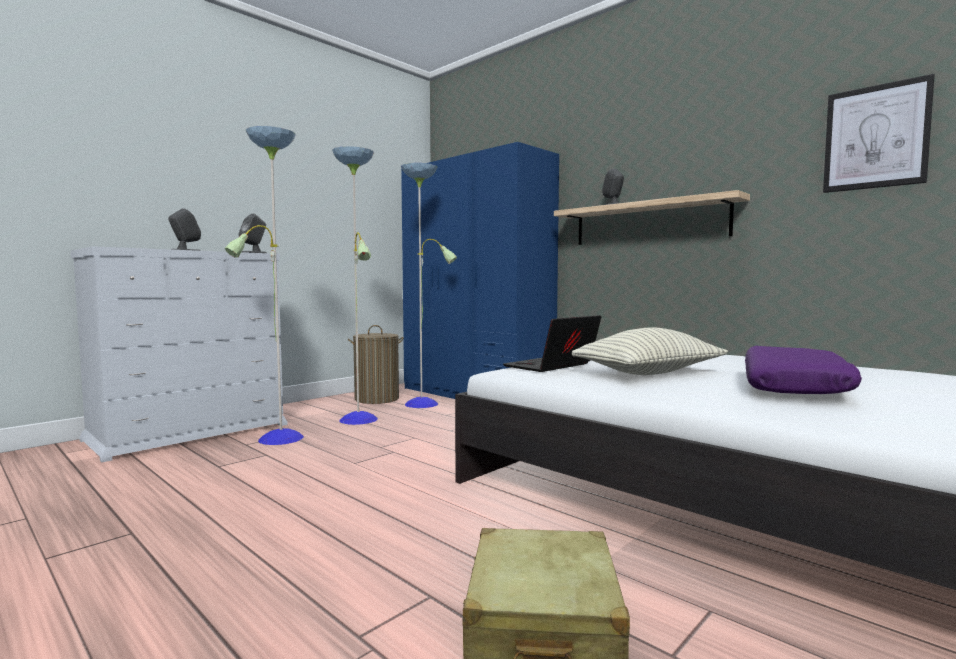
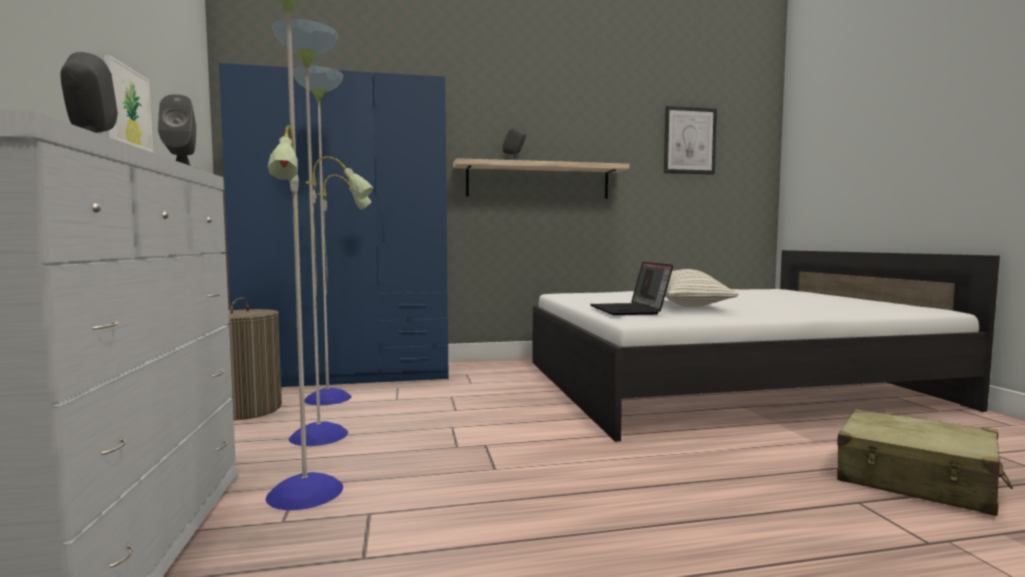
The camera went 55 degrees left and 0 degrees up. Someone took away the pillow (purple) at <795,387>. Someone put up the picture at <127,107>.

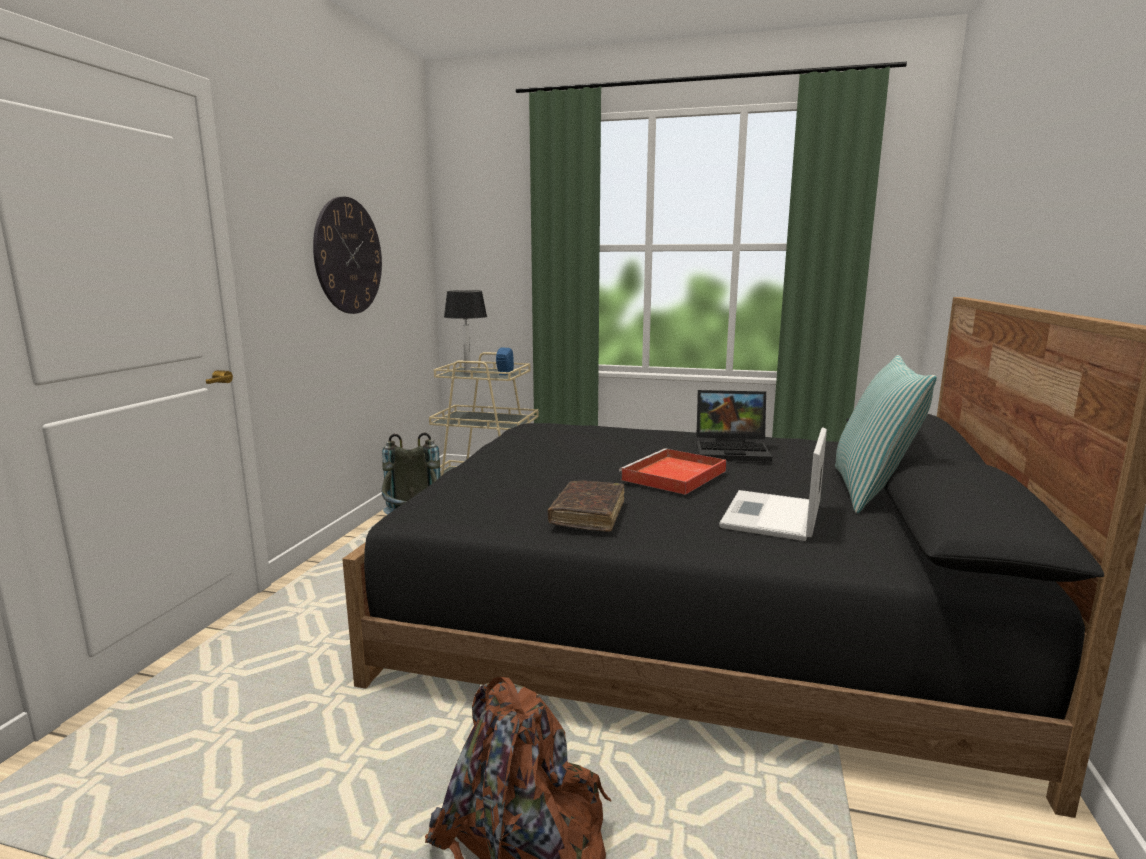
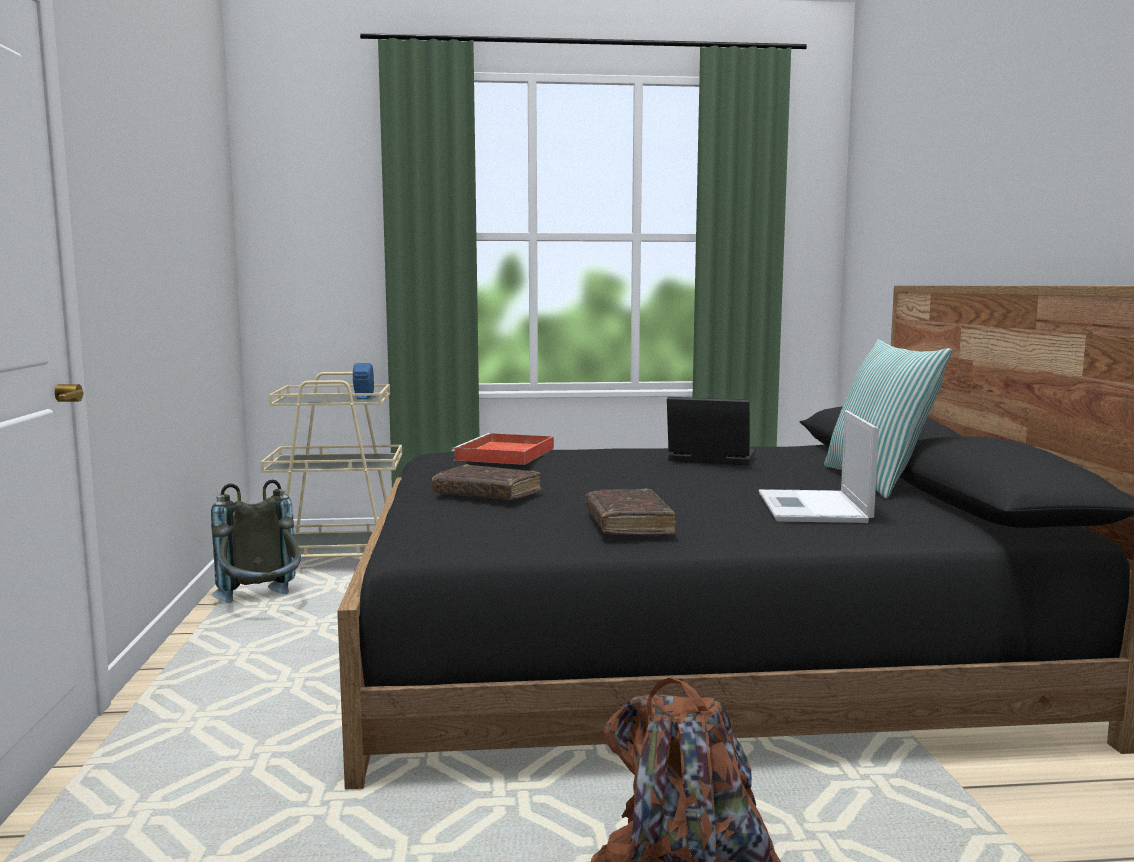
The camera went 20 degrees left and 5 degrees down. Someone took away the wall clock at <348,256>. Someone took away the table lamp at <468,373>. Someone carried the tray (red) from <673,476> to <505,454>. Someone rotated the laptop at <733,450> by 150 degrees counterclockwise. Someone put down the book (brown) at <487,494>.

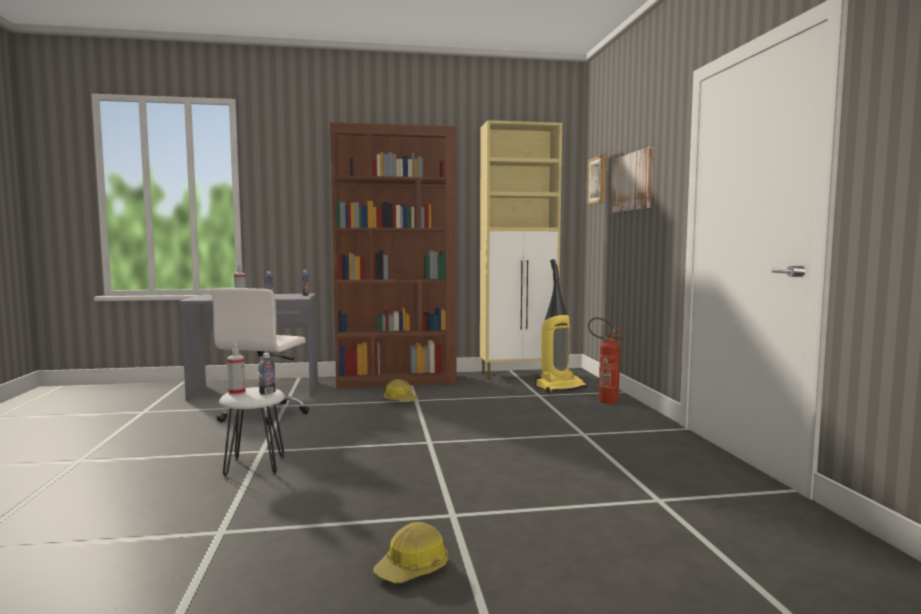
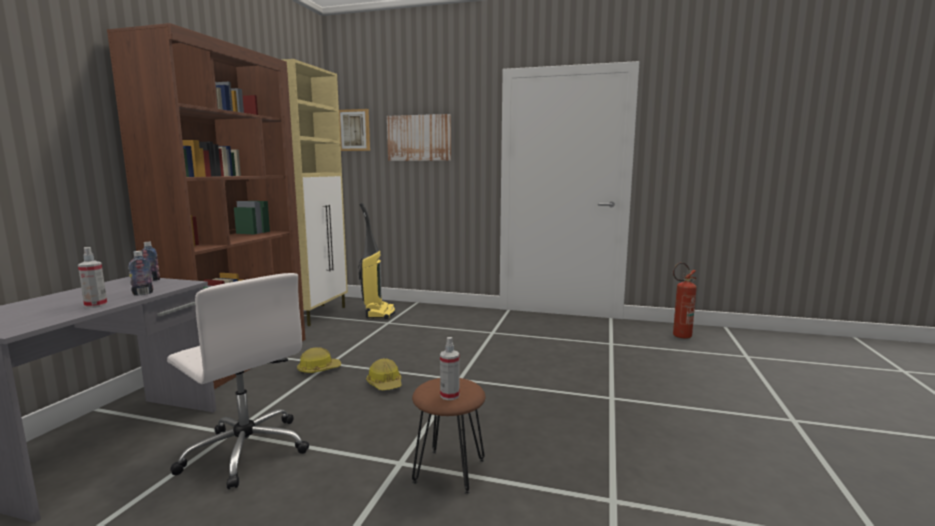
The camera went 65 degrees left and 5 degrees up. Someone repainted the stool (white) at <255,466>, which became the stool (brown) at <448,470>. Someone took away the bottle at <267,393>. Someone carried the hard hat from <413,568> to <385,384>. Someone carried the fire extinguisher from <603,400> to <679,336>.

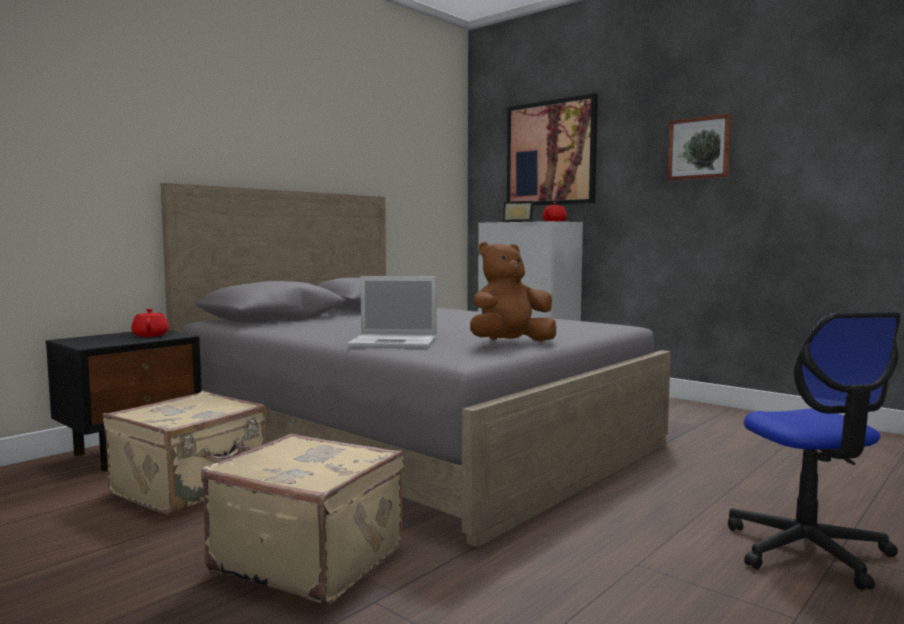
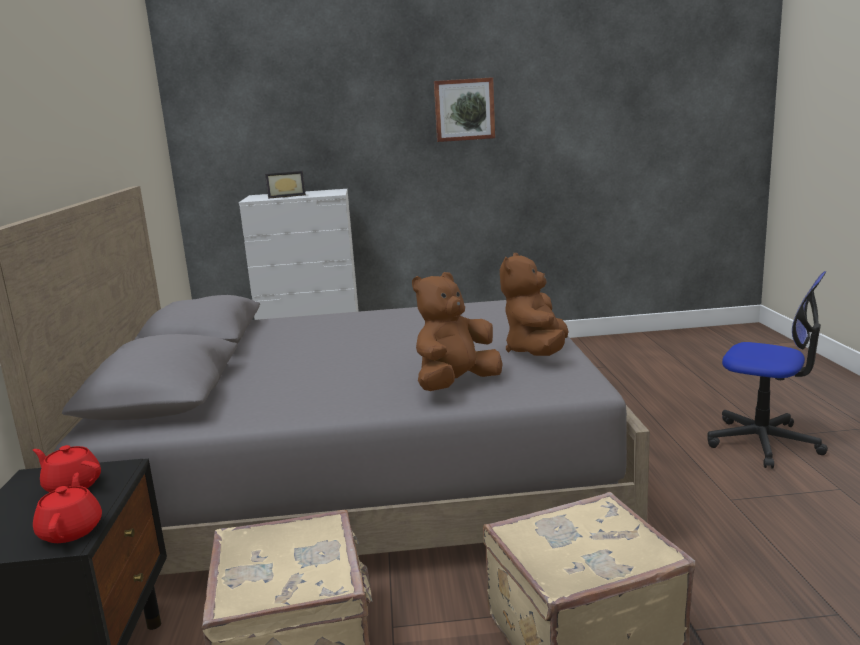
The camera went 45 degrees left and 10 degrees up. Someone swapped the laptop at <395,342> for the plush toy (brown) at <455,385>. Someone took away the picture at <551,153>. Someone carried the teapot (red) from <554,221> to <71,530>.

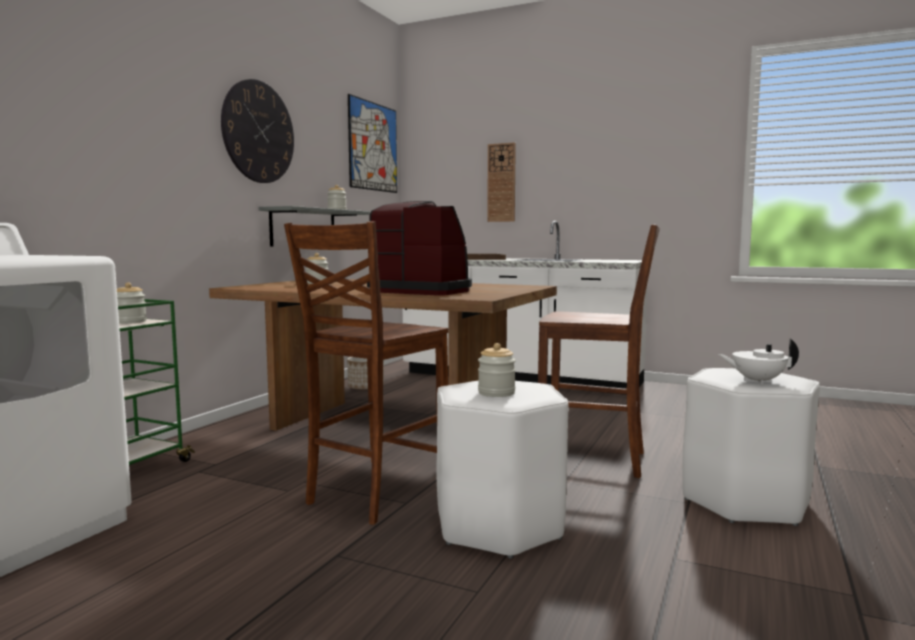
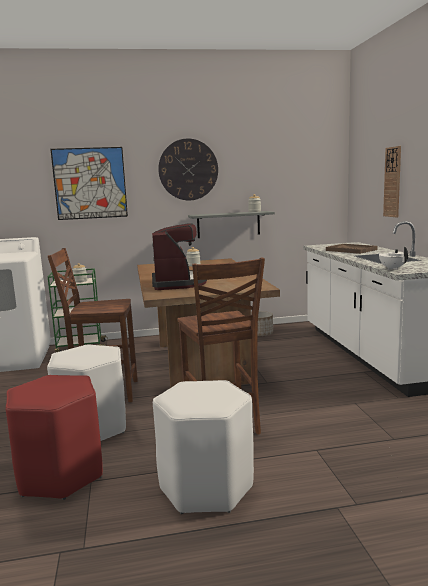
The camera went 55 degrees right and 5 degrees up. Someone carried the picture from <373,146> to <90,183>. Someone took away the jar at <496,393>. Someone carried the teapot (white) from <757,381> to <392,268>. Someone put down the stool (red) at <60,475>.

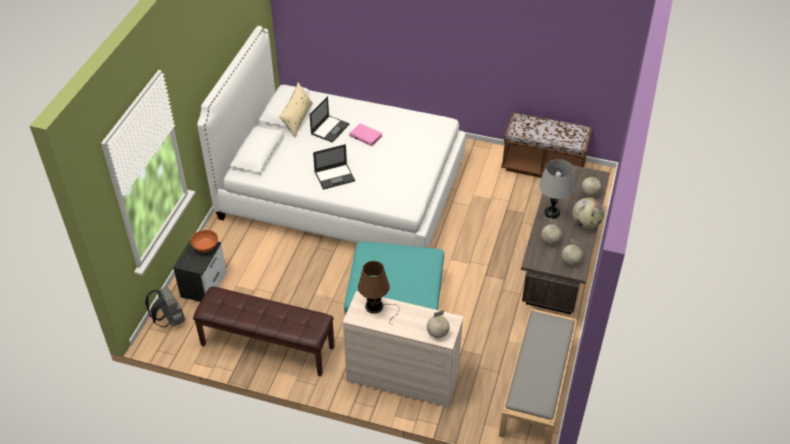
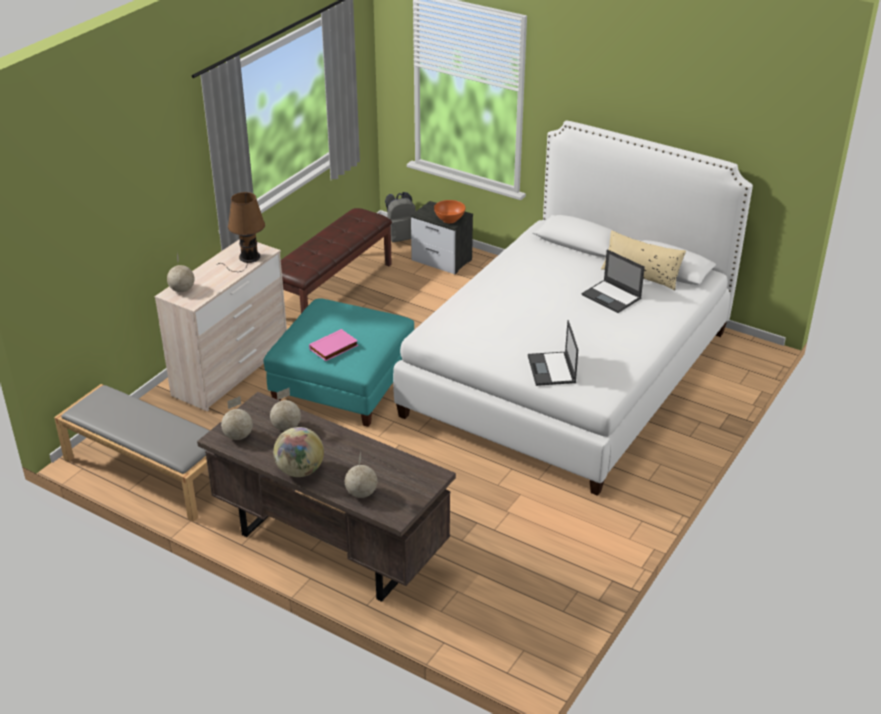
The camera went 105 degrees right and 10 degrees down. Someone carried the laptop from <335,176> to <552,369>. Someone carried the book (pink) from <366,136> to <334,348>. Someone took away the bench (brown) at <543,167>. Someone took away the table lamp (grey) at <552,213>.

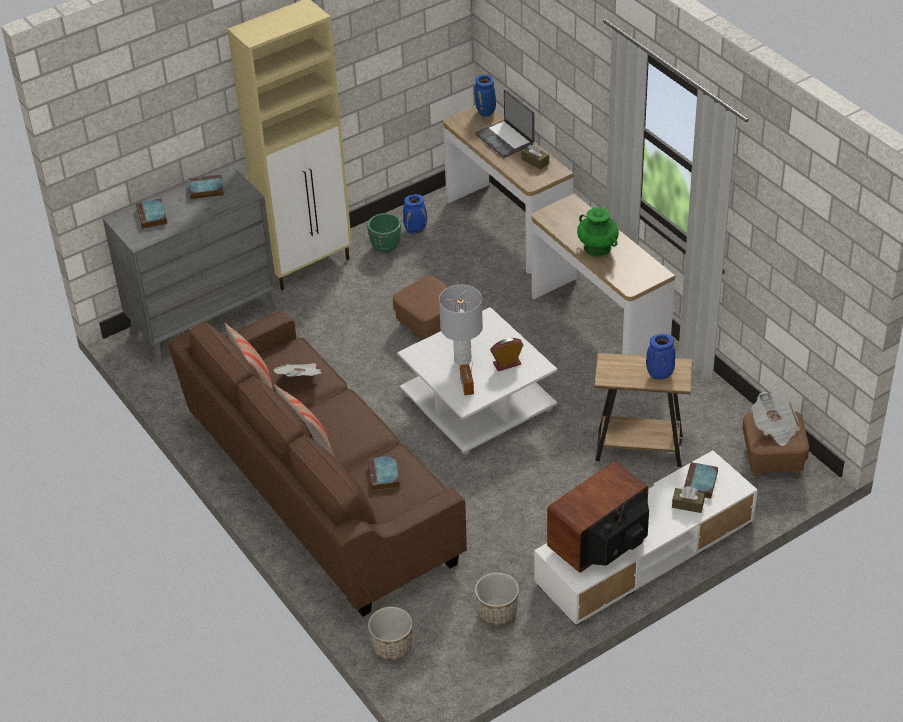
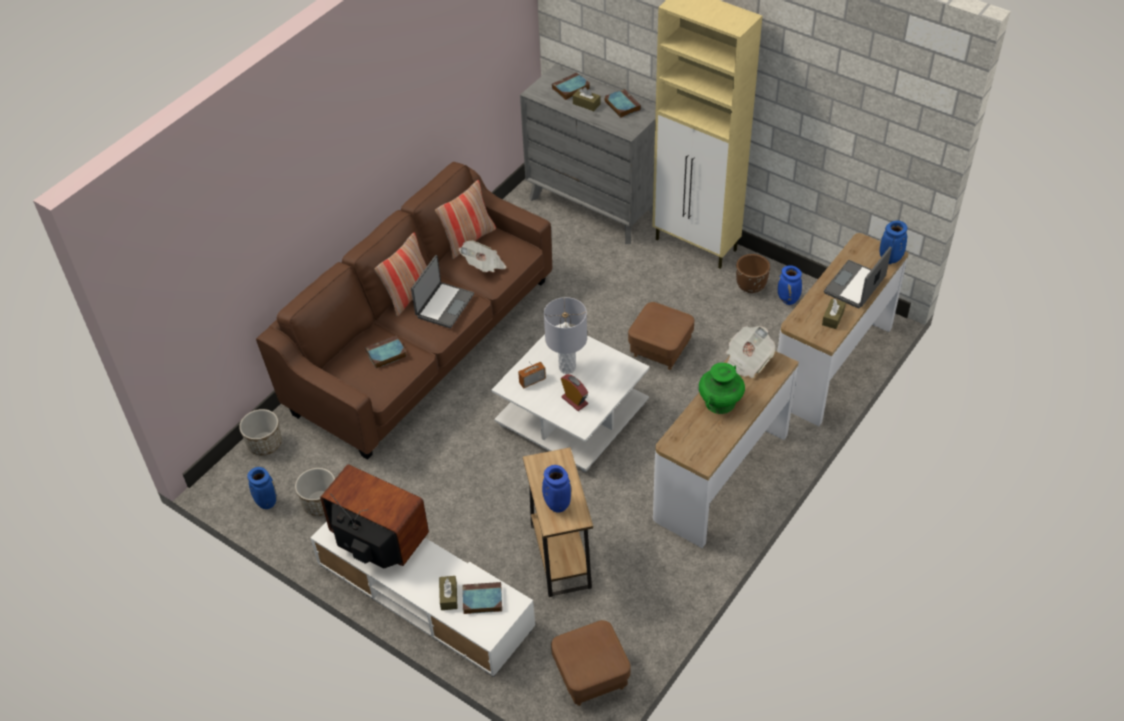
The camera went 70 degrees right and 5 degrees up. Someone repainted the planter (green) at <385,247>, which became the planter (brown) at <750,287>. Someone carried the newspaper from <774,428> to <746,361>. Someone put down the vase (blue) at <266,502>. Someone put down the laptop at <444,305>. Someone put down the tissue box (brown) at <586,104>.

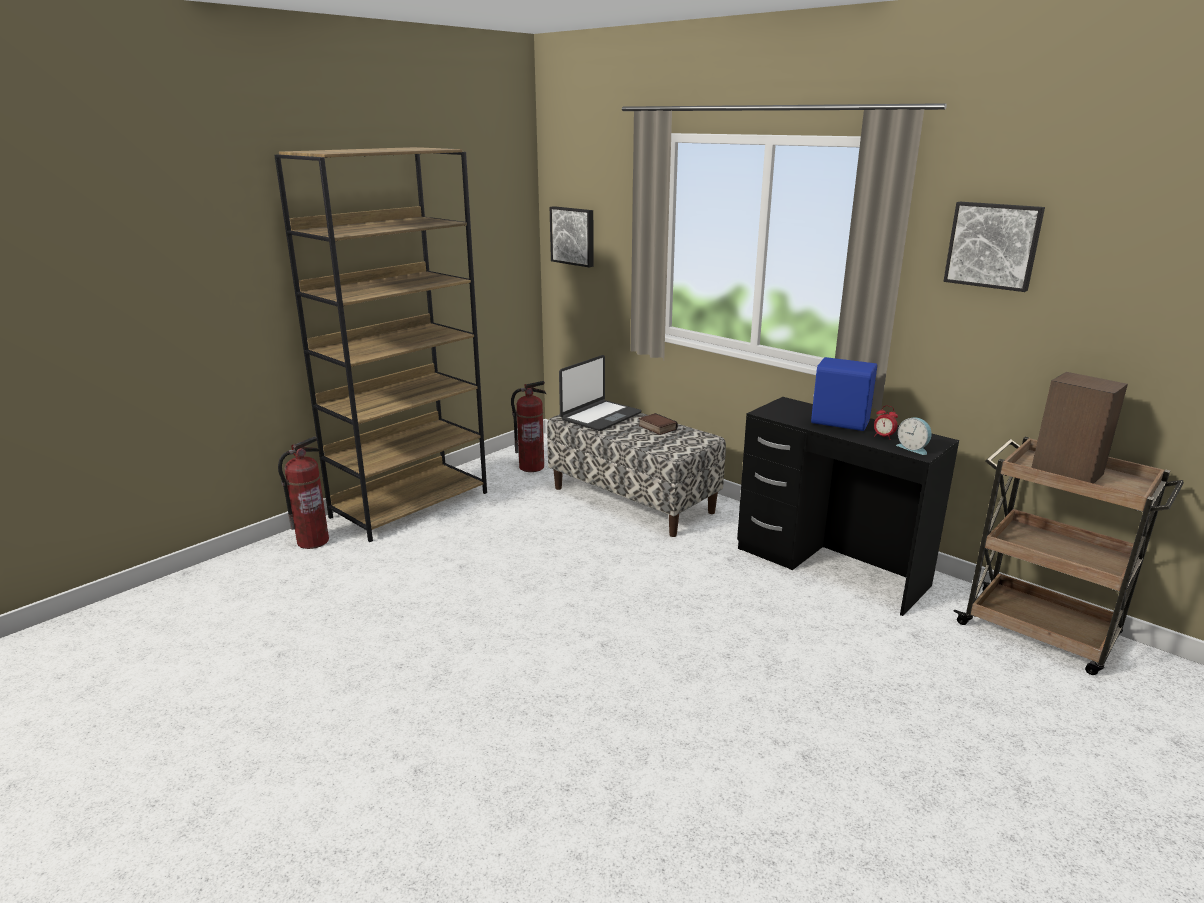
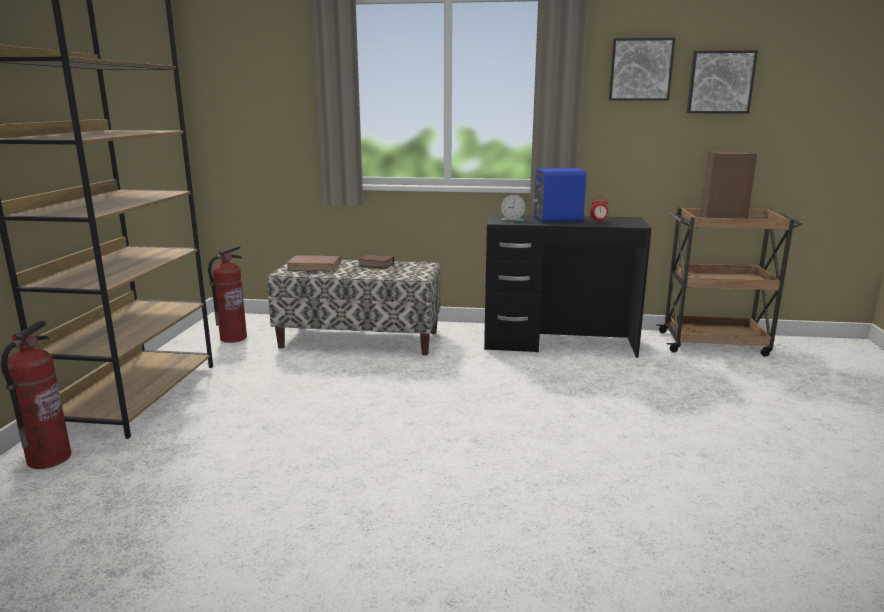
The camera went 35 degrees left and 5 degrees down. Someone carried the picture from <573,236> to <720,82>. Someone swapped the laptop at <600,416> for the book (brown) at <314,266>. Someone carried the alarm clock from <913,448> to <513,219>.

